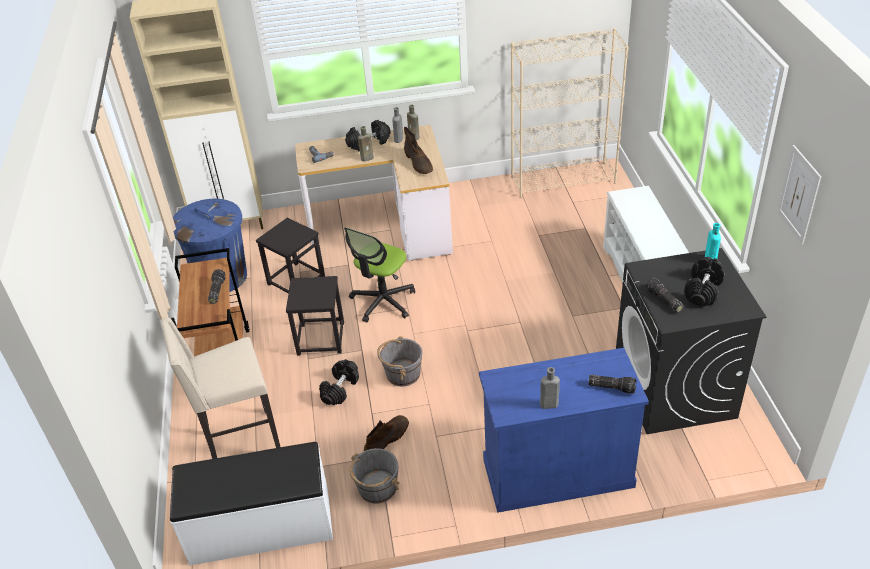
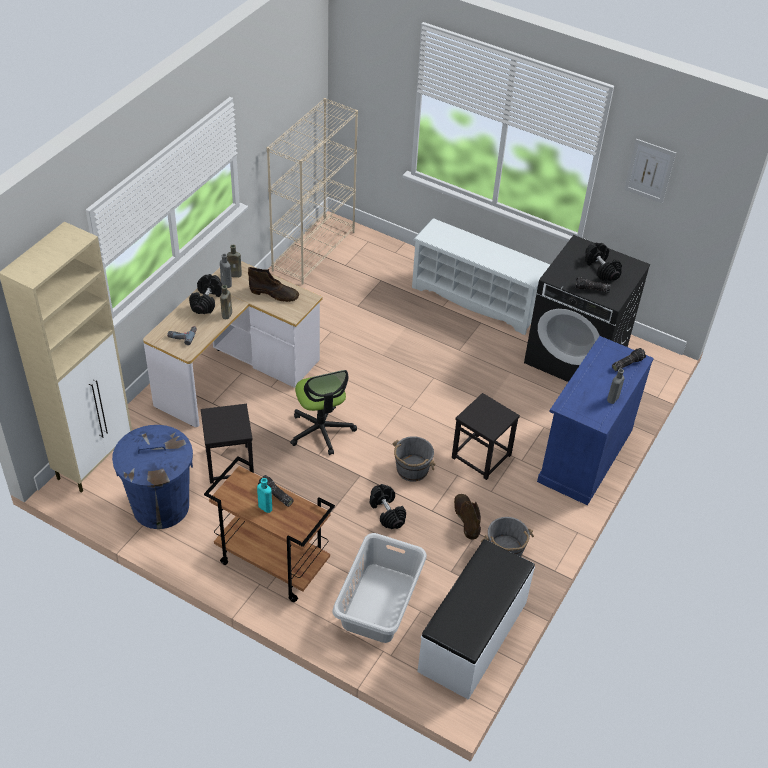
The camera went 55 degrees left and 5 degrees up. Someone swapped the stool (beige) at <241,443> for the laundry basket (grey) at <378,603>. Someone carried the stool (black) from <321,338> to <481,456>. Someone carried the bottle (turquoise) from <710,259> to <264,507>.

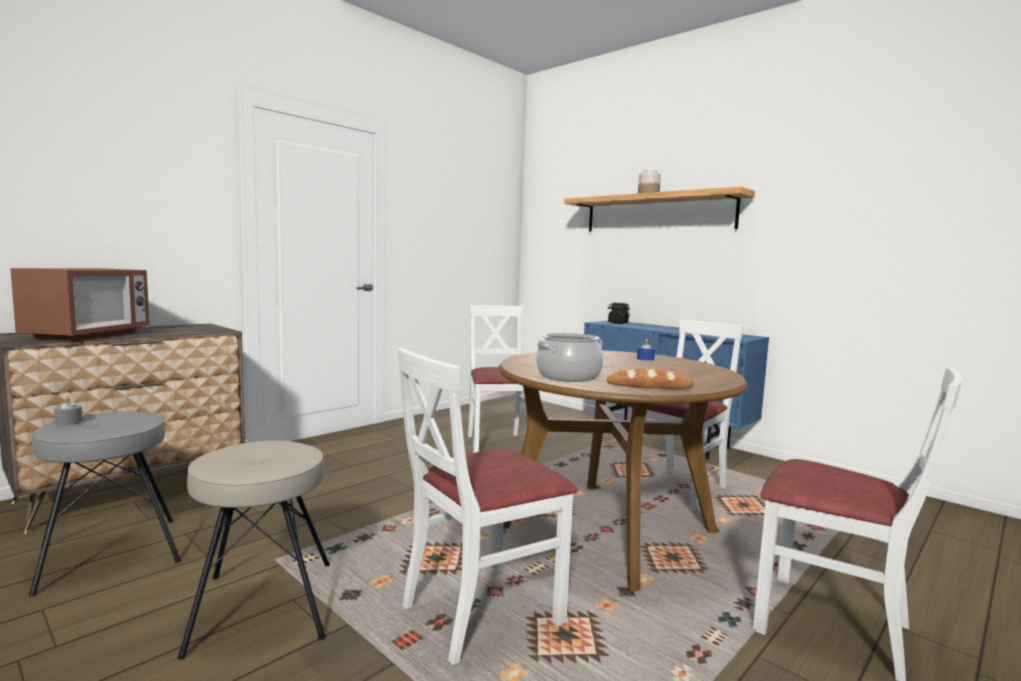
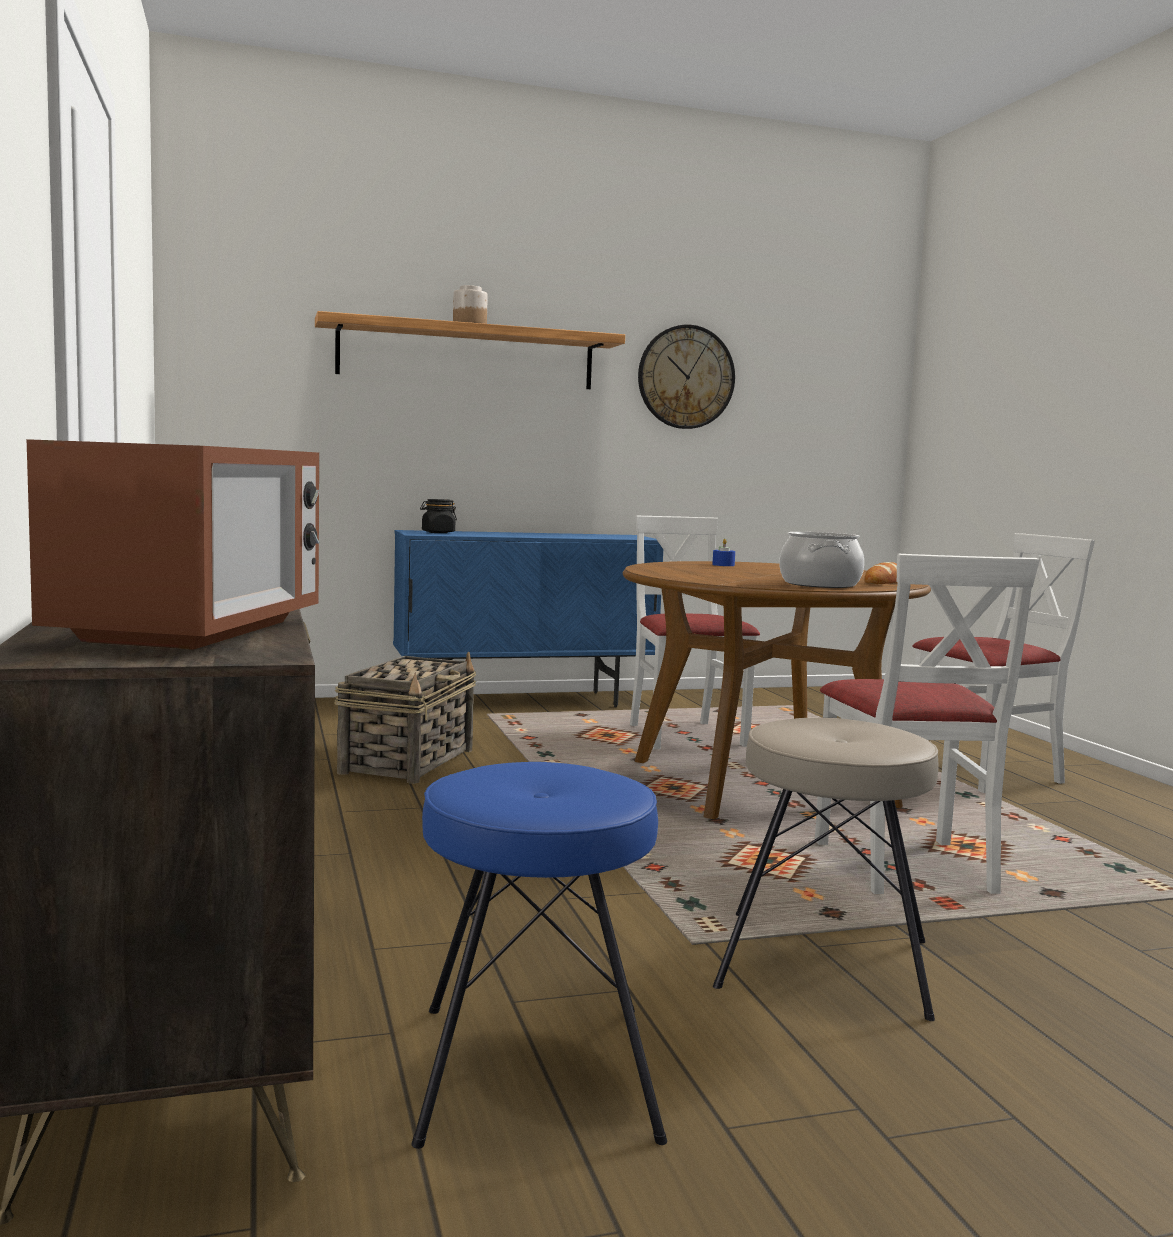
The camera went 60 degrees left and 0 degrees up. Someone rotated the microwave at <88,335> by 60 degrees clockwise. Someone repainted the stool (grey) at <109,553>, which became the stool (blue) at <532,1071>. Someone took away the candle (grey) at <69,421>. Someone swapped the chair (white) at <499,444> for the basket at <408,761>. Someone put up the wall clock at <686,377>.

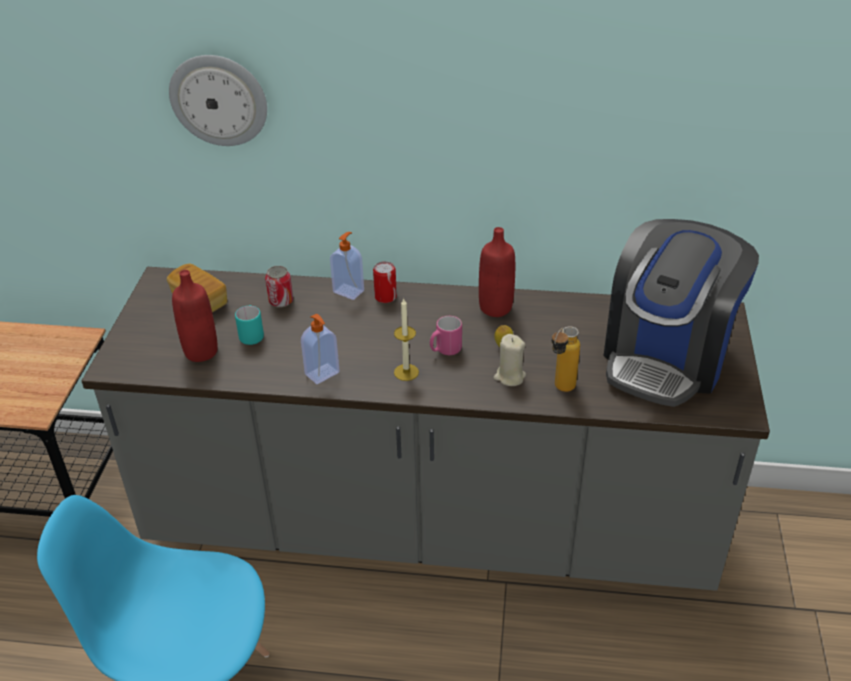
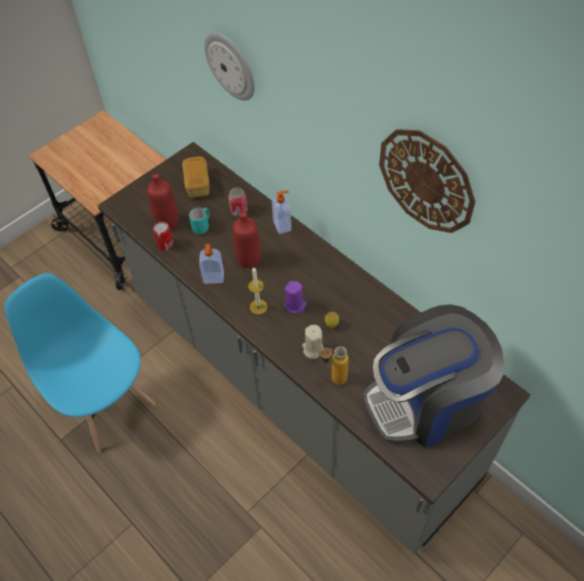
The camera went 40 degrees right and 15 degrees up. Someone carried the can from <385,297> to <165,244>. Someone swapped the mug (pink) at <445,350> for the candle (purple) at <295,305>. Someone carried the bottle (red) from <495,308> to <248,259>. Someone put up the wall clock at <426,180>.

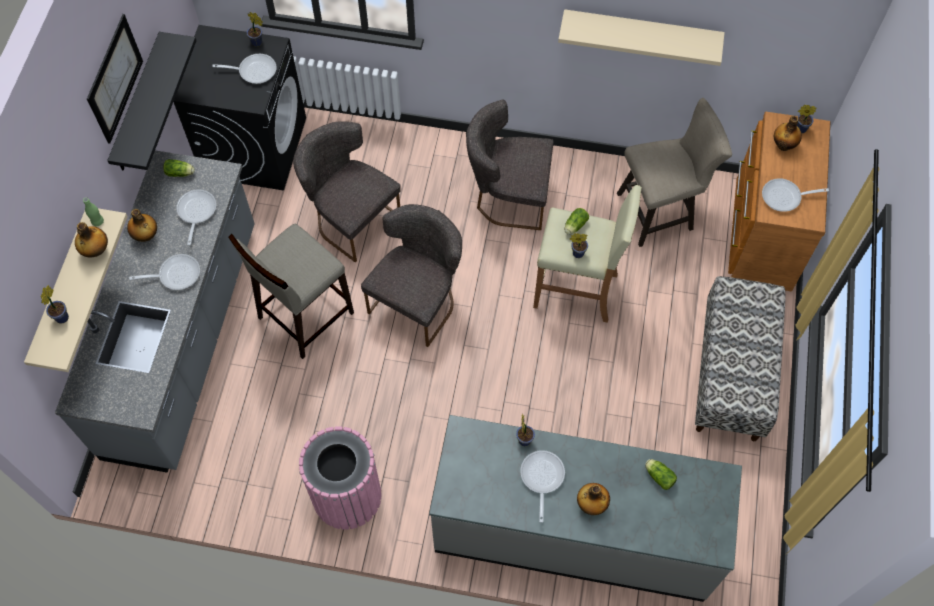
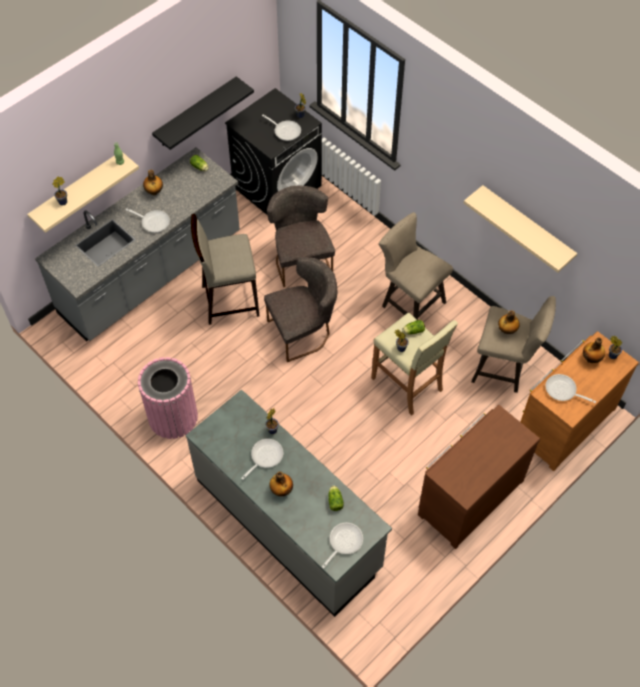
The camera went 35 degrees right and 5 degrees down. Someone carried the bottle from <96,251> to <506,330>. Someone took away the picture at <115,79>. Someone carried the frying pan from <196,212> to <343,542>. Someone swapped the chair (grey) at <508,197> for the stool (beige) at <409,302>. Someone swapped the bench at <731,374> for the dresser (brown) at <468,496>.

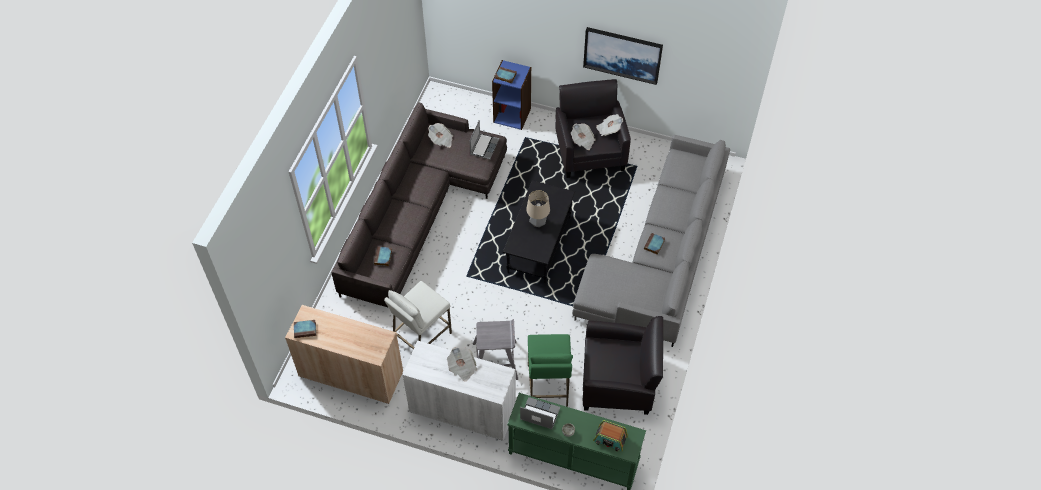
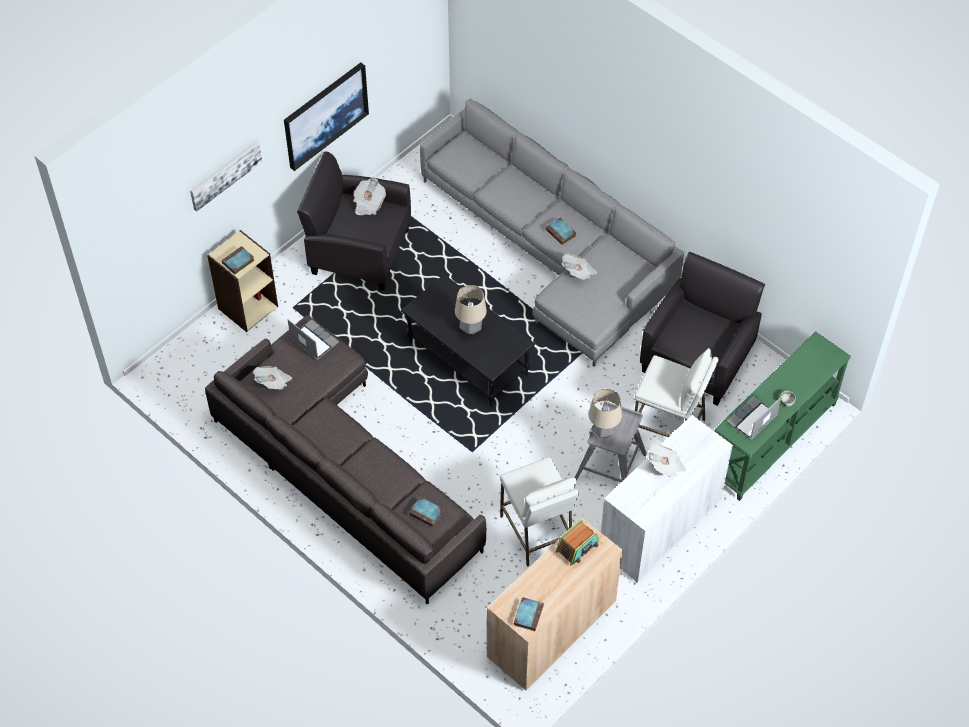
The camera went 65 degrees left and 0 degrees up. Someone repainted the bookcase (blue) at <512,115>, which became the bookcase (beige) at <247,307>. Someone repainted the stool (green) at <548,385>, which became the stool (white) at <669,427>. Someone carried the newspaper from <582,141> to <578,272>. Someone carried the radio from <610,439> to <577,547>. Someone put up the picture at <225,174>. Someone put down the table lamp at <603,432>.

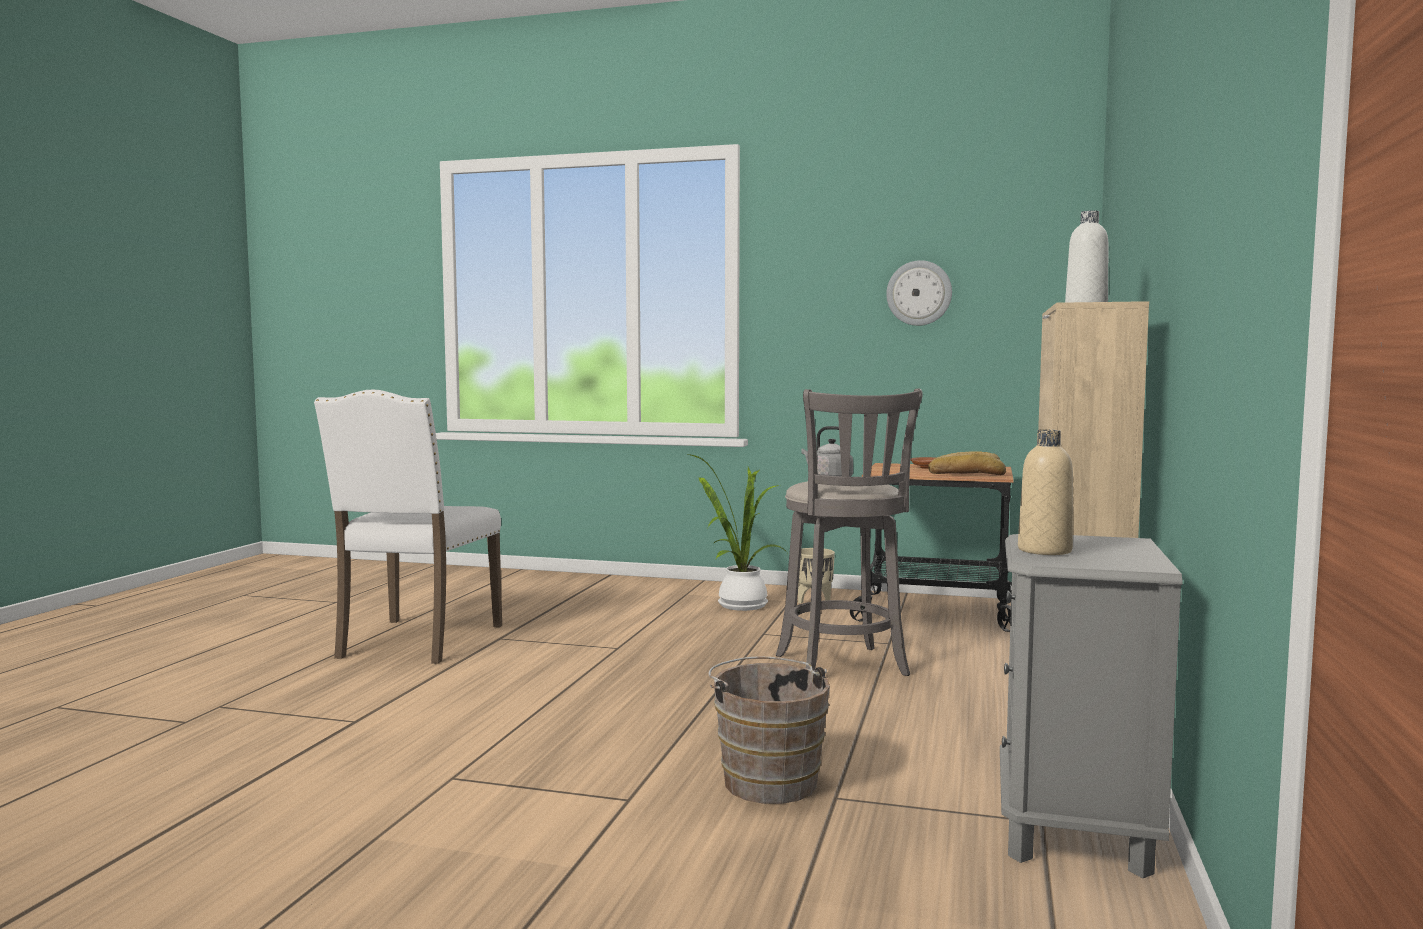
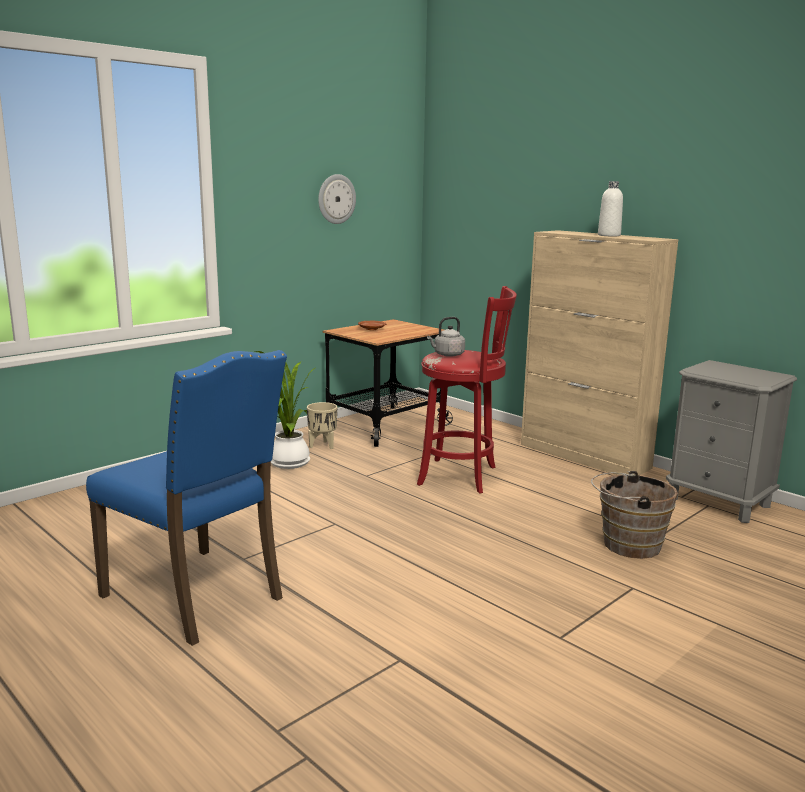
The camera went 60 degrees left and 10 degrees up. Someone repainted the chair (white) at <416,642>, which became the chair (blue) at <197,596>. Someone repainted the stool (grey) at <843,667>, which became the stool (red) at <462,476>. Someone took away the bread at <966,474>. Someone took away the bottle (beige) at <1044,550>.

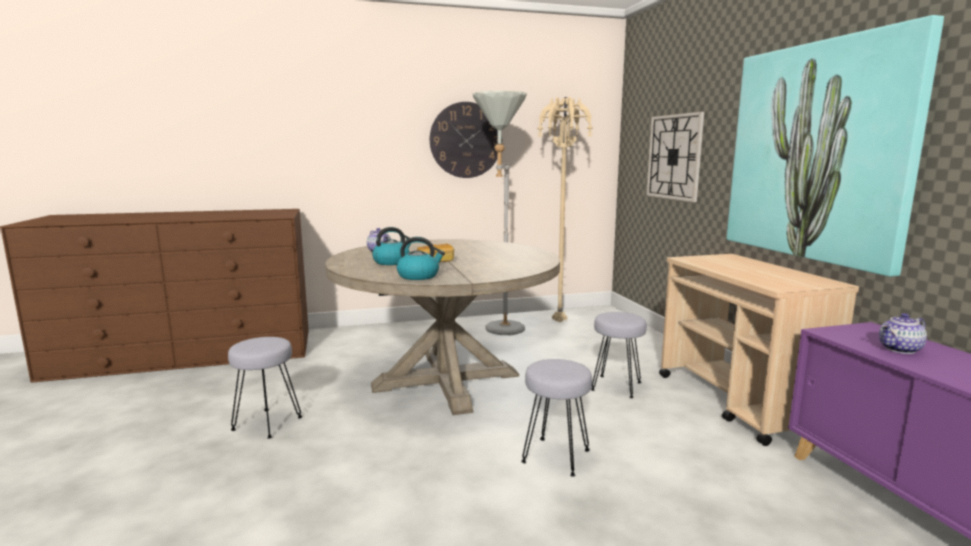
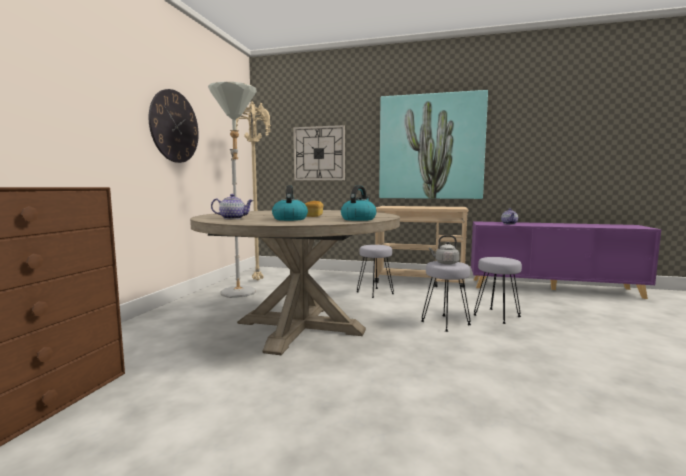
The camera went 60 degrees left and 5 degrees down. Someone carried the stool (grey) from <267,423> to <496,316>. Someone put down the kettle (grey) at <445,263>.

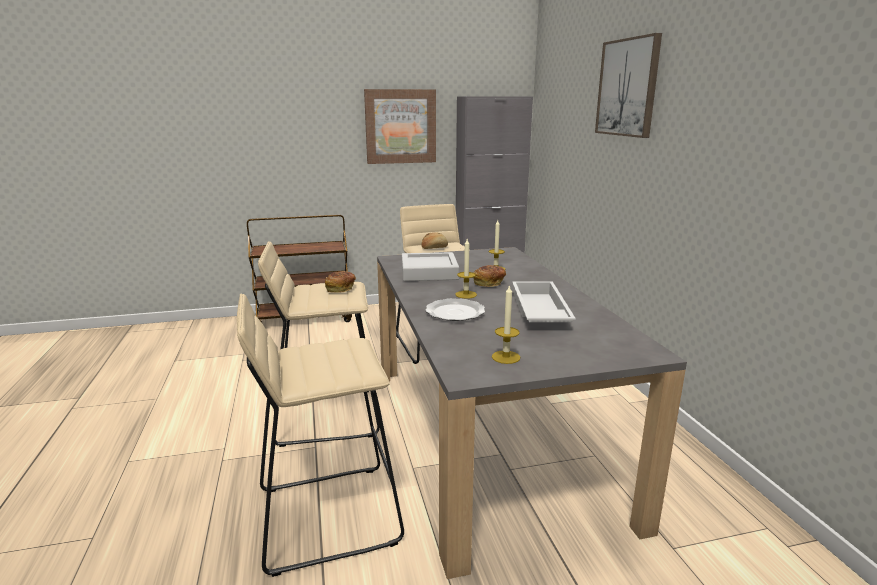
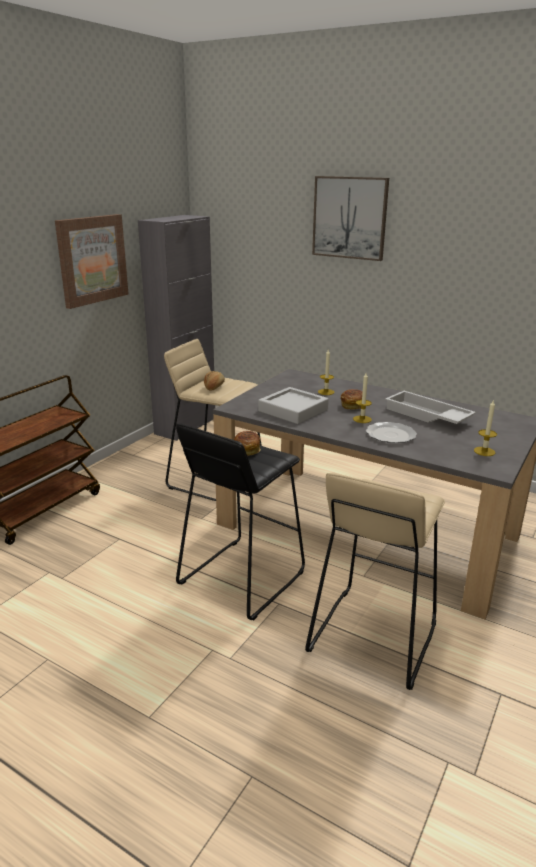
The camera went 45 degrees left and 5 degrees up. Someone repainted the stool (beige) at <326,415>, which became the stool (black) at <241,578>.

